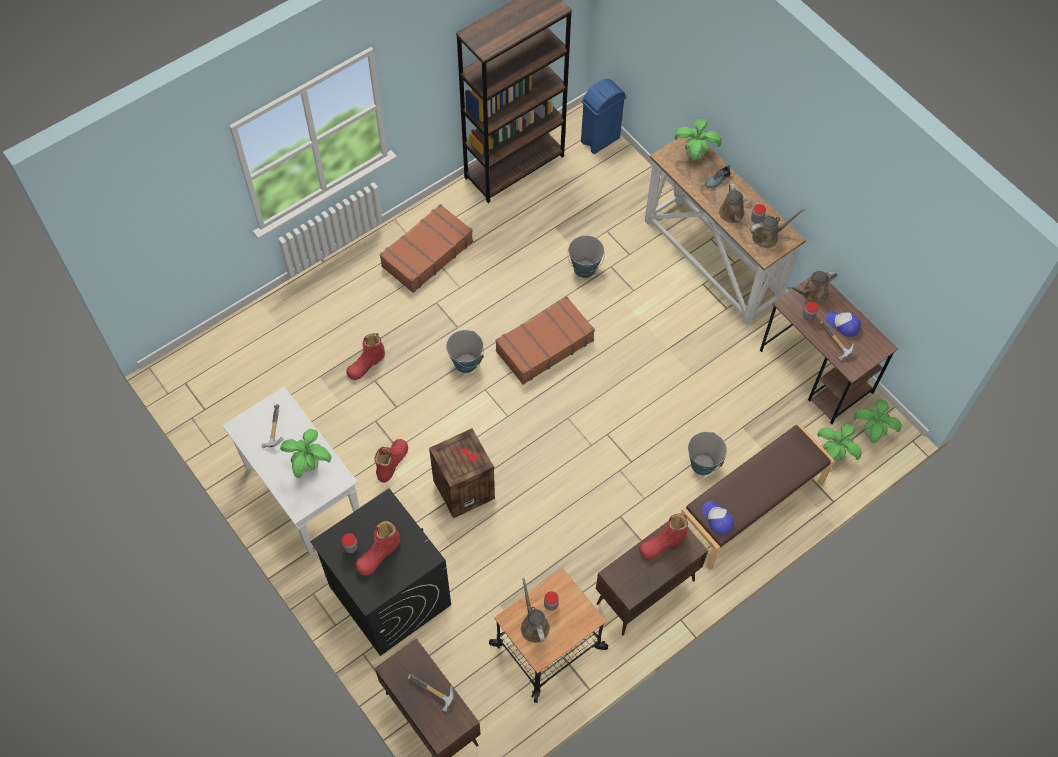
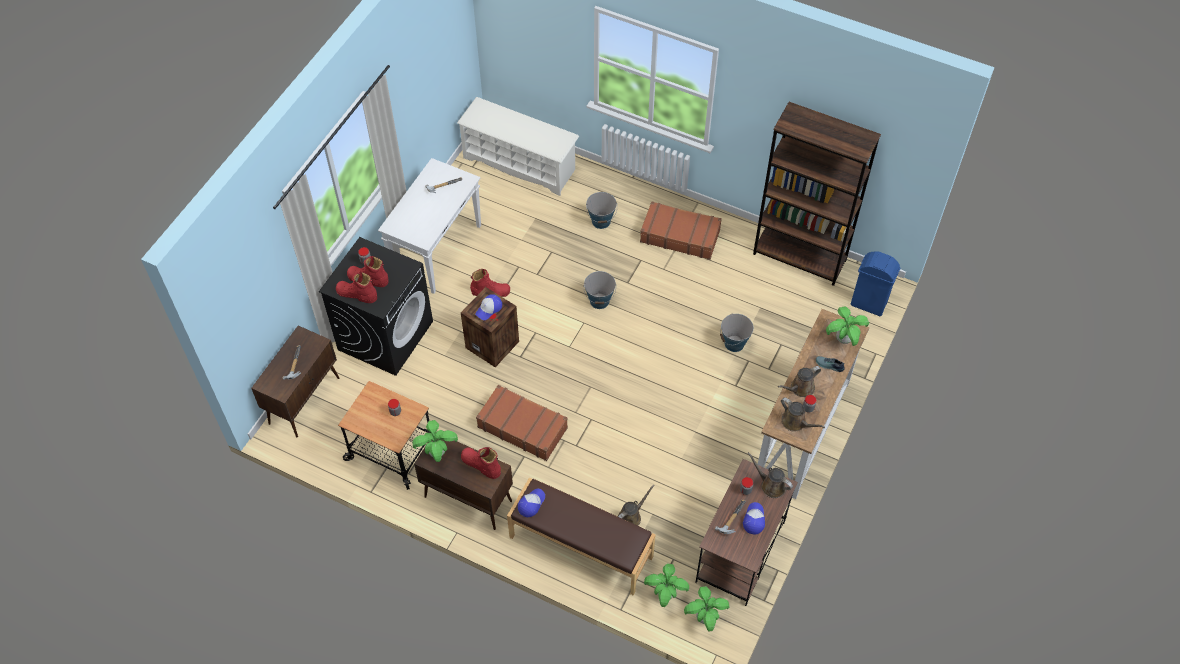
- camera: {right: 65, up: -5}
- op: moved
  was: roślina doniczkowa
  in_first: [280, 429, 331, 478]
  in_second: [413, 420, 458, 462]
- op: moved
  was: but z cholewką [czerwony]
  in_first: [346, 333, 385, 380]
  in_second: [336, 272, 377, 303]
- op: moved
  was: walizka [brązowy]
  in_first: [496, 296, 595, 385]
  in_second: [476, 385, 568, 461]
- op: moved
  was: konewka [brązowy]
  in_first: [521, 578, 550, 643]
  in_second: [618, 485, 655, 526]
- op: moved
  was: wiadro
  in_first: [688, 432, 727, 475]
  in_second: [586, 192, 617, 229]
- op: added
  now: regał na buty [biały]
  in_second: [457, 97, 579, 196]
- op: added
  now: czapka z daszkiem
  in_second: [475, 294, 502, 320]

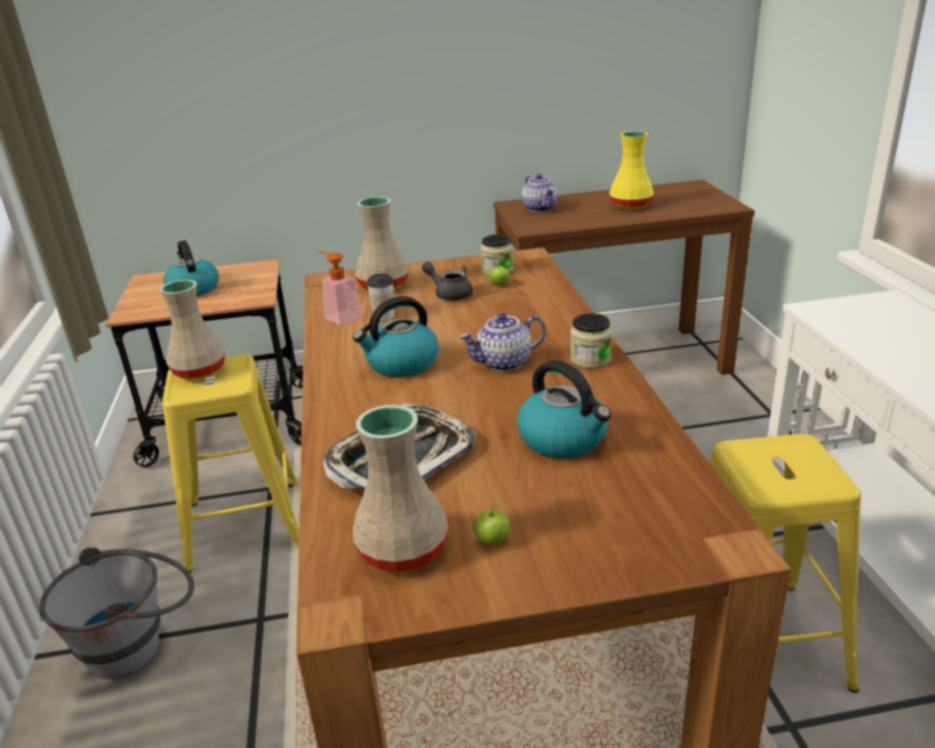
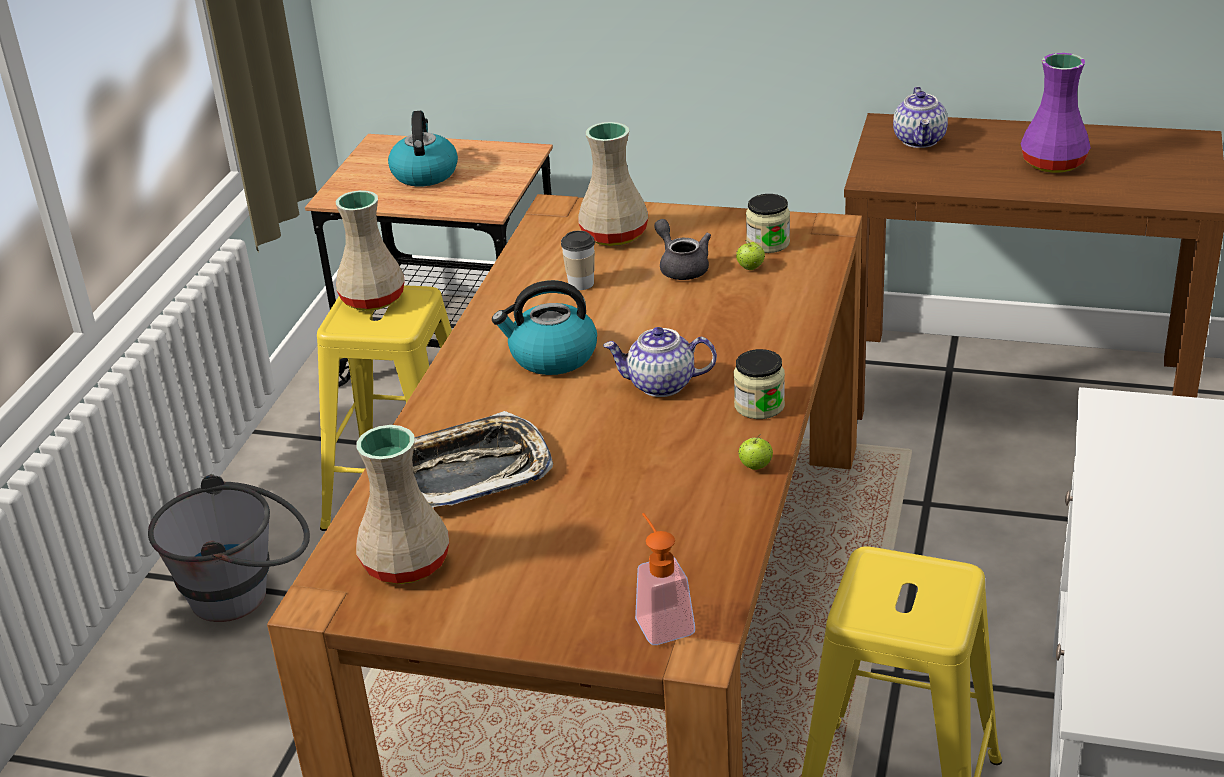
- camera: {right: 25, up: 5}
- op: moved
  was: dozownik mydła
  in_first: [318, 251, 362, 325]
  in_second: [635, 513, 695, 645]
- op: moved
  was: jabłko
  in_first: [473, 506, 510, 545]
  in_second: [738, 434, 773, 470]
- op: removed
  was: czajnik
  in_first: [517, 360, 611, 459]
- op: recoloured
  was: wazon [żółty]
  now: wazon [fioletowy]
  in_first: [609, 131, 654, 209]
  in_second: [1020, 53, 1091, 173]

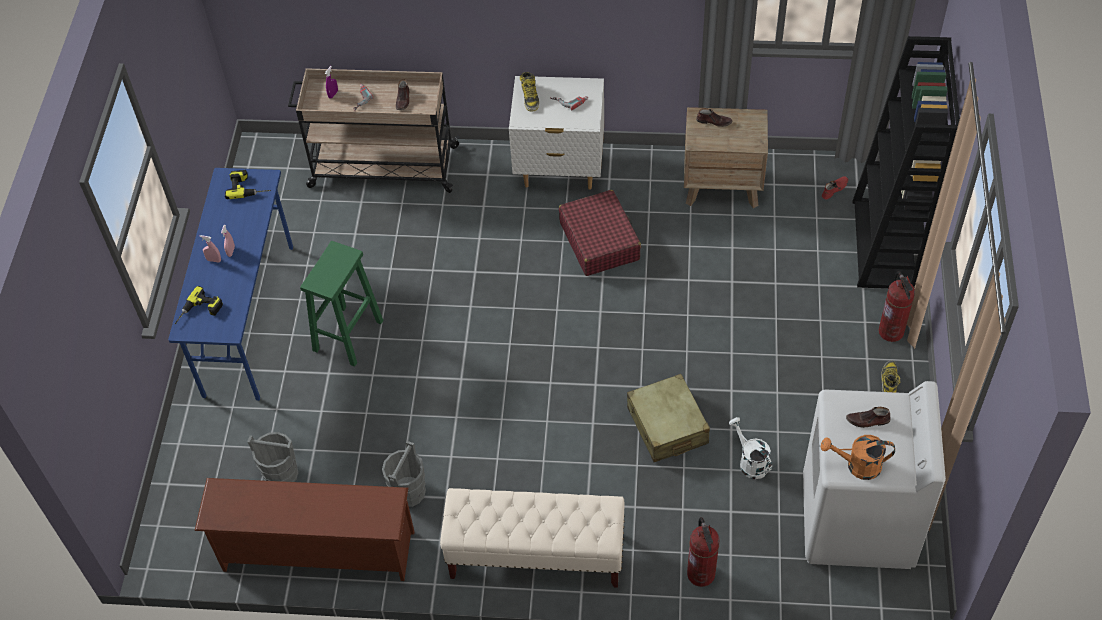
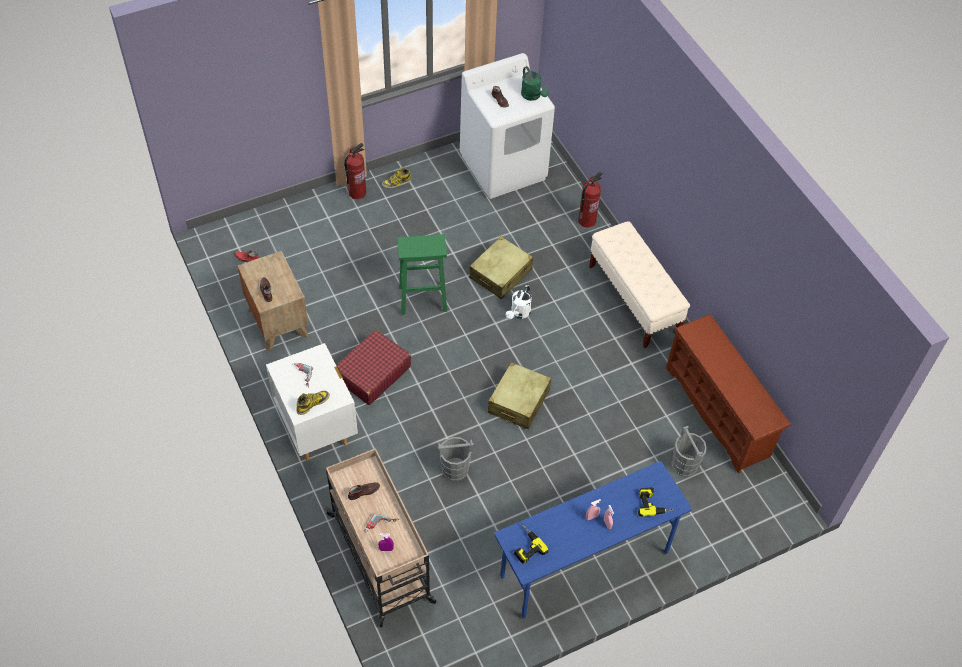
- camera: {right: -125, up: 0}
- op: moved
  was: stołek [zielony]
  in_first: [300, 241, 384, 367]
  in_second: [397, 234, 447, 315]
- op: moved
  was: wiadro [szary]
  in_first: [382, 441, 426, 507]
  in_second: [438, 437, 474, 481]
- op: moved
  was: konewka [biały]
  in_first: [729, 417, 772, 479]
  in_second: [506, 285, 532, 319]
- op: recoloured
  was: konewka [pomarańczowy]
  now: konewka [zielony]
  in_first: [821, 435, 895, 480]
  in_second: [521, 66, 549, 101]
- op: removed
  was: regał [czarny]
  in_first: [852, 36, 960, 289]
- op: added
  now: walizka [beżowy]
  in_second: [488, 362, 551, 429]

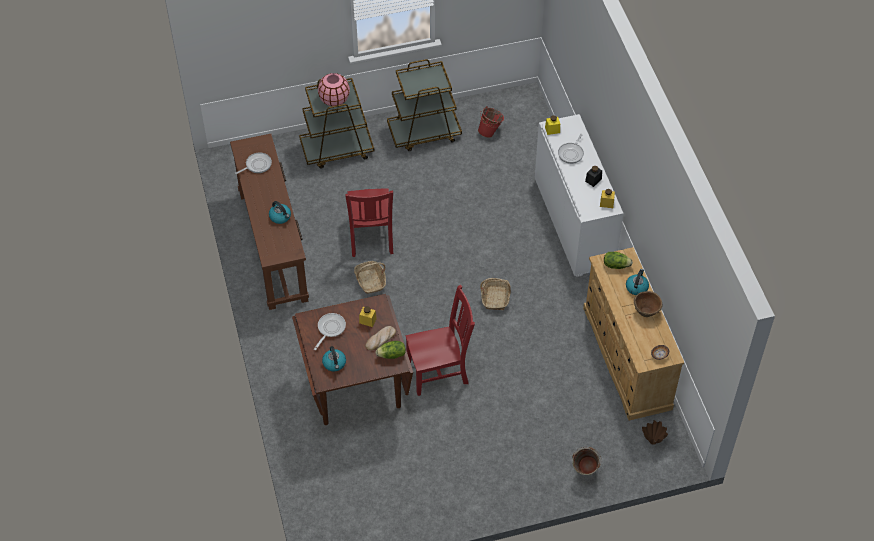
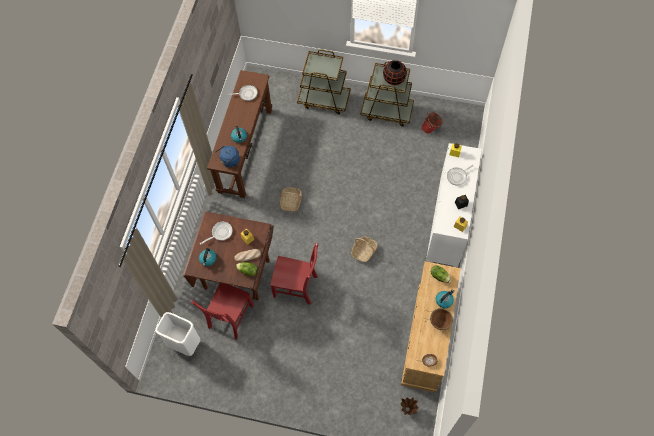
- camera: {right: 30, up: 10}
- op: removed
  was: wazon [różowy]
  in_first: [318, 73, 350, 106]
- op: moved
  was: krzesło [czerwony]
  in_first: [345, 188, 393, 257]
  in_second: [191, 283, 254, 340]
- op: removed
  was: wiadro [zielony]
  in_first: [572, 447, 601, 475]
- op: added
  now: kosz na śmieci [biały]
  in_second: [155, 312, 200, 356]
- op: added
  now: czajnik [niebieski]
  in_second: [215, 146, 240, 167]
- op: added
  now: wazon [czarny]
  in_second: [383, 60, 407, 85]

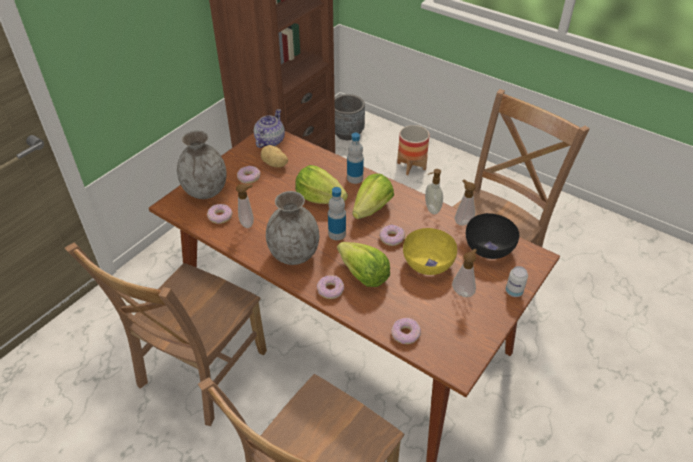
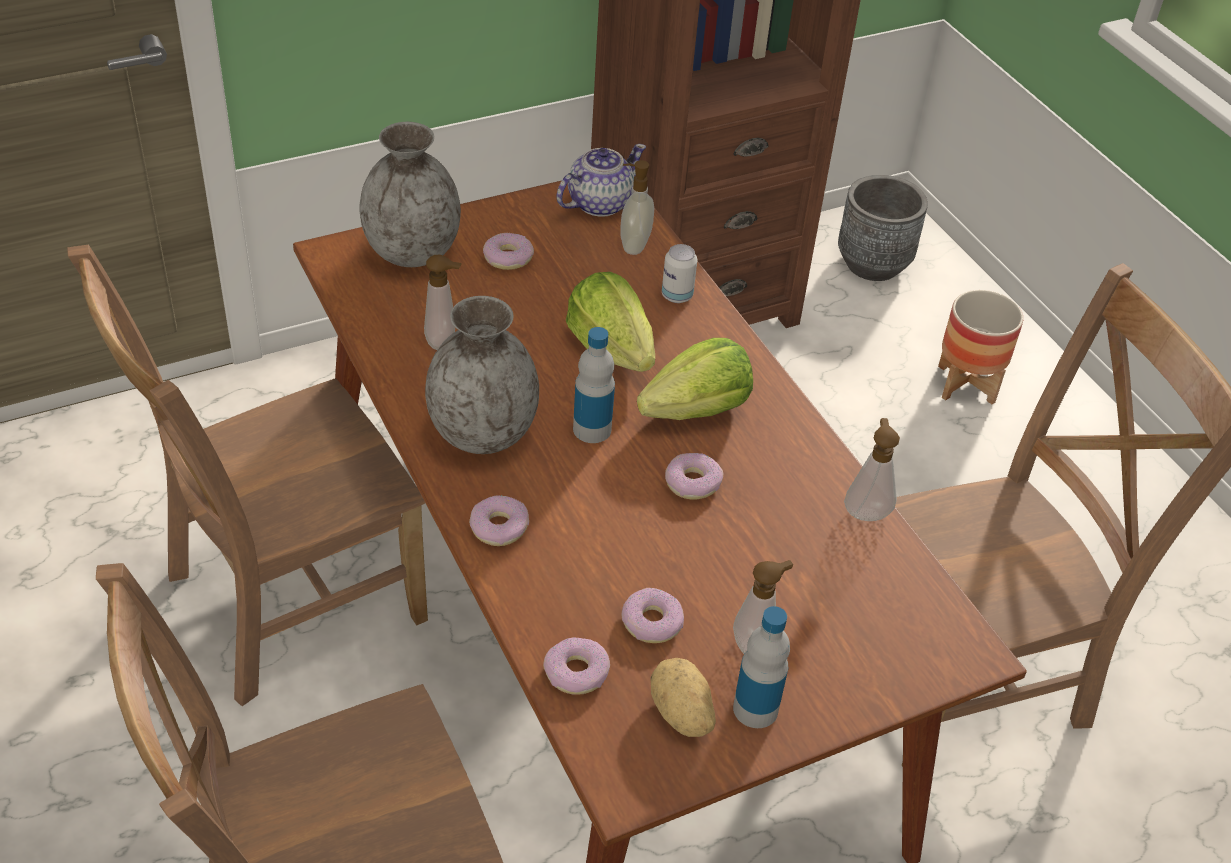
- camera: {right: 25, up: 0}
- op: moved
  was: donut
  in_first: [207, 204, 233, 224]
  in_second: [621, 588, 684, 643]
- op: moved
  was: ziemniak
  in_first: [261, 145, 288, 168]
  in_second: [650, 658, 716, 737]
- op: removed
  was: sałata
  in_first: [337, 242, 390, 287]
- op: moved
  was: butelka
  in_first: [347, 133, 364, 184]
  in_second: [733, 606, 790, 728]
- op: removed
  was: miska [żółty]
  in_first: [403, 228, 457, 275]
- op: moved
  was: dozownik mydła
  in_first: [425, 169, 443, 214]
  in_second: [620, 160, 654, 255]
- op: removed
  was: miska [czarny]
  in_first: [466, 213, 519, 259]
- op: moved
  was: puszka
  in_first: [506, 266, 528, 297]
  in_second: [662, 244, 697, 303]

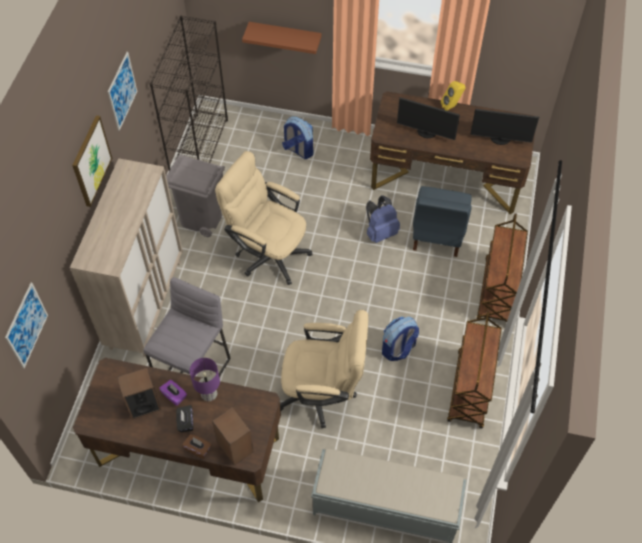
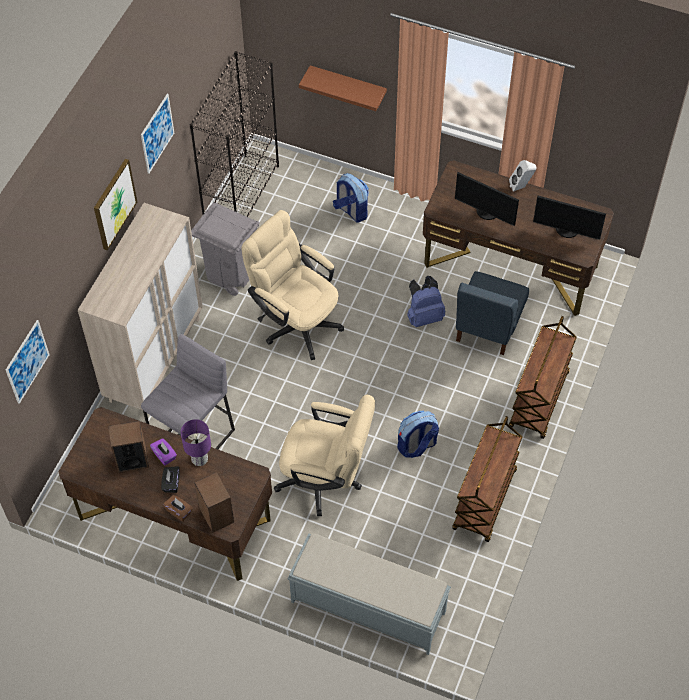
- camera: {right: 10, up: 0}
- op: recoloured
  was: głośnik [żółty]
  now: głośnik [biały]
  in_first: [441, 81, 465, 111]
  in_second: [509, 160, 536, 192]

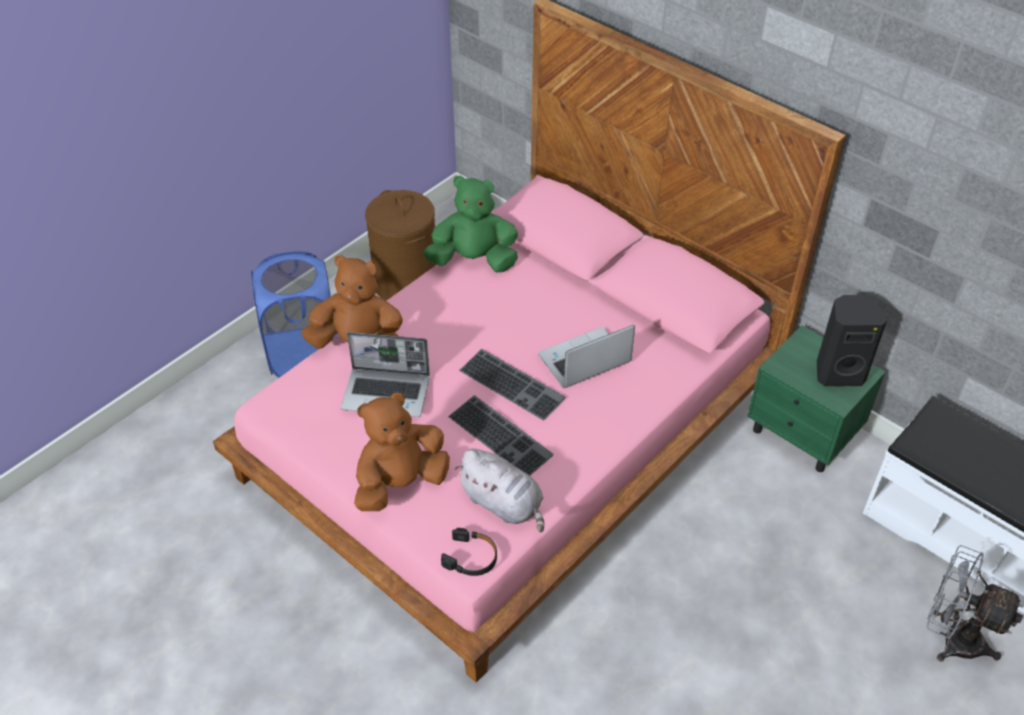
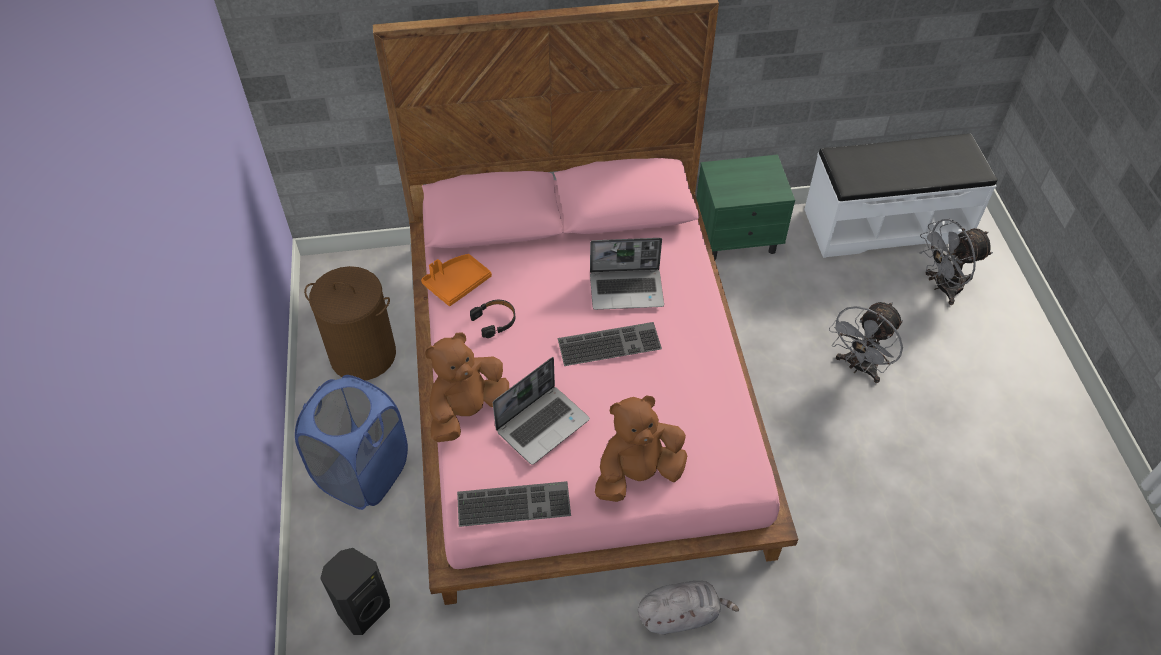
- camera: {right: -50, up: 5}
- op: turned
  was: pluszak [brązowy]
  in_first: [354, 393, 450, 511]
  in_second: [595, 395, 687, 502]
  clockwise: 60
- op: replaced
  was: pluszak [zielony]
  now: taca [pomarańczowy]
  in_first: [424, 175, 518, 273]
  in_second: [421, 254, 492, 306]
- op: moved
  was: słuchawki [czarny]
  in_first: [441, 528, 497, 576]
  in_second: [470, 300, 515, 338]
- op: moved
  was: klawiatura
  in_first: [448, 395, 554, 476]
  in_second: [457, 481, 571, 527]
- op: moved
  was: pluszak [szary]
  in_first: [455, 449, 544, 532]
  in_second: [638, 581, 739, 635]
- op: turned
  was: laptop
  in_first: [538, 325, 635, 388]
  in_second: [590, 238, 664, 310]
  clockwise: -105
- op: moved
  was: głośnik [czarny]
  in_first: [817, 295, 887, 386]
  in_second: [320, 548, 390, 635]
- op: added
  now: wentylator [szary]
  in_second: [829, 302, 903, 383]

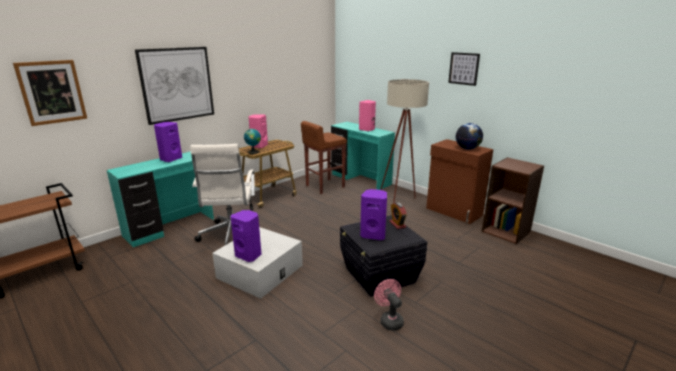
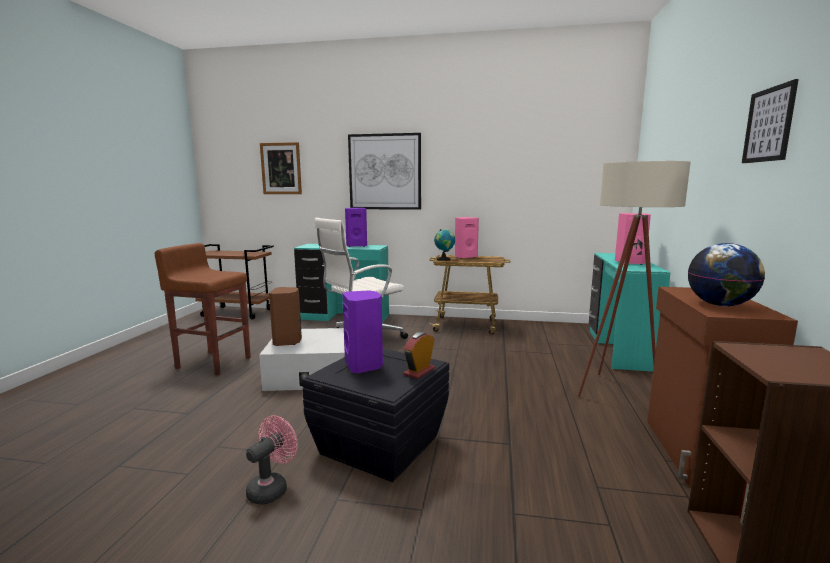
- camera: {right: 55, up: -10}
- op: recoloured
  was: głośnik [fioletowy]
  now: głośnik [brązowy]
  in_first: [231, 210, 262, 262]
  in_second: [269, 287, 302, 346]
- op: moved
  was: stołek [brązowy]
  in_first: [301, 121, 347, 194]
  in_second: [155, 243, 251, 376]

